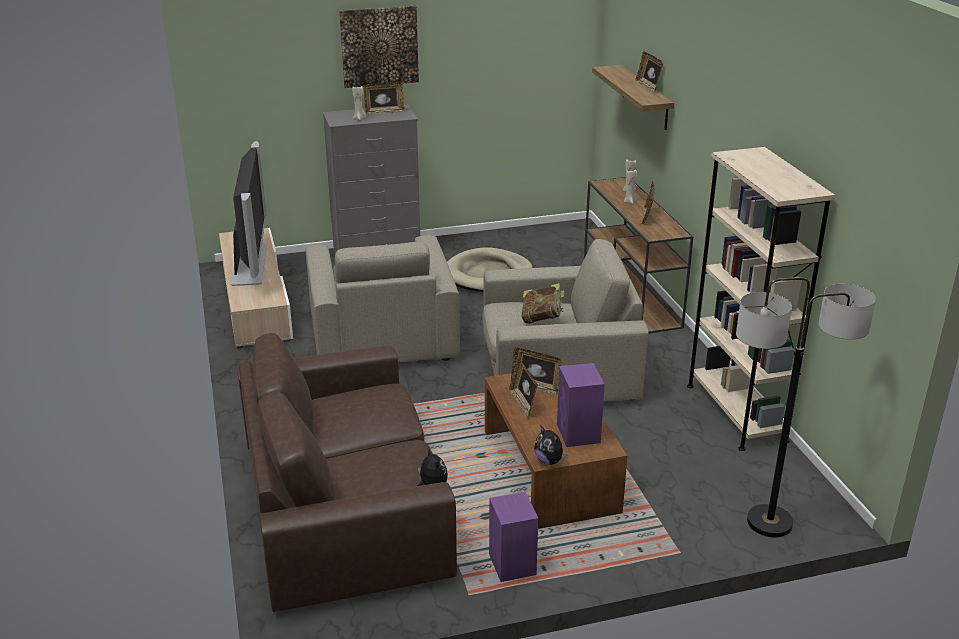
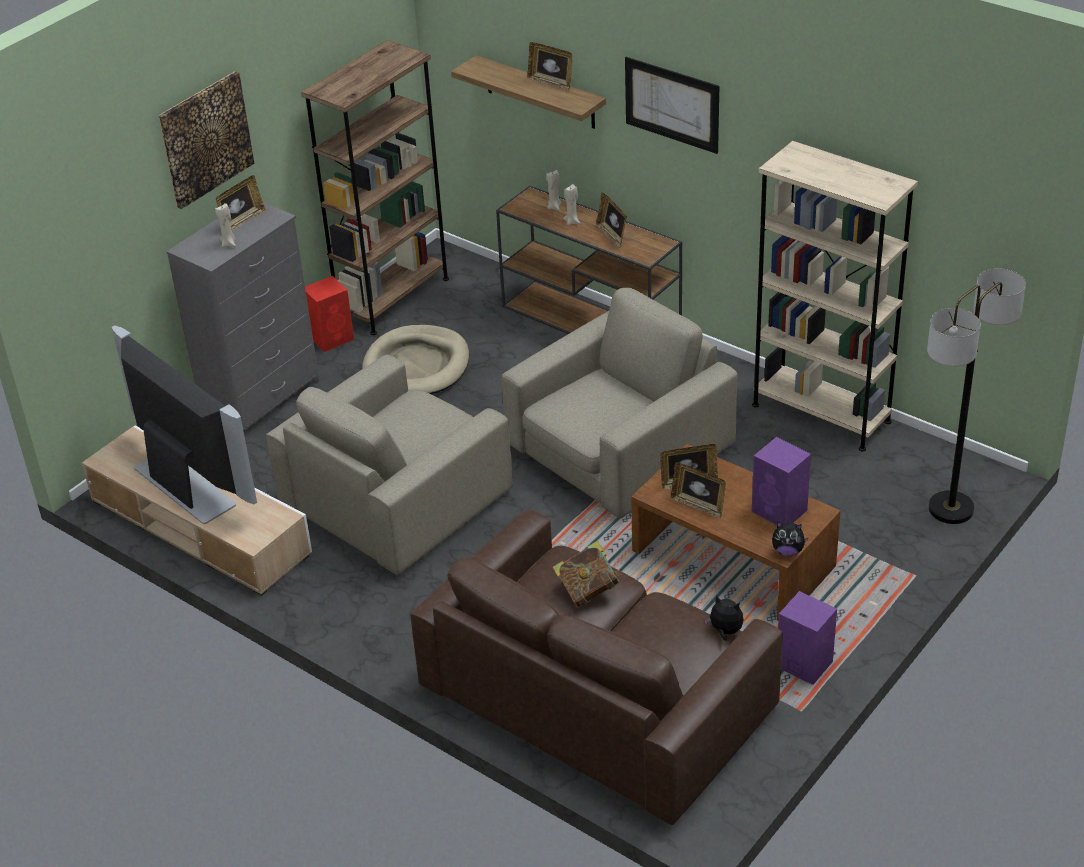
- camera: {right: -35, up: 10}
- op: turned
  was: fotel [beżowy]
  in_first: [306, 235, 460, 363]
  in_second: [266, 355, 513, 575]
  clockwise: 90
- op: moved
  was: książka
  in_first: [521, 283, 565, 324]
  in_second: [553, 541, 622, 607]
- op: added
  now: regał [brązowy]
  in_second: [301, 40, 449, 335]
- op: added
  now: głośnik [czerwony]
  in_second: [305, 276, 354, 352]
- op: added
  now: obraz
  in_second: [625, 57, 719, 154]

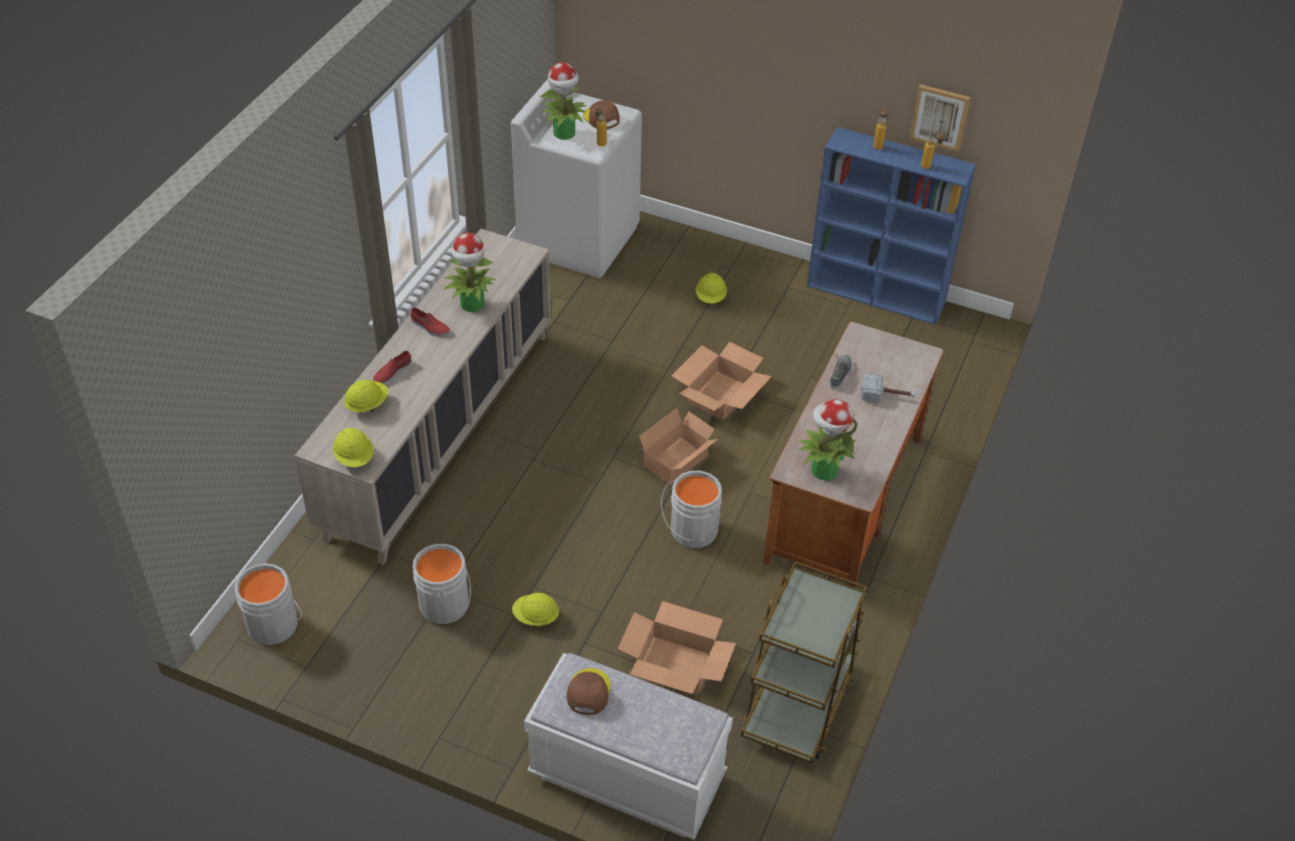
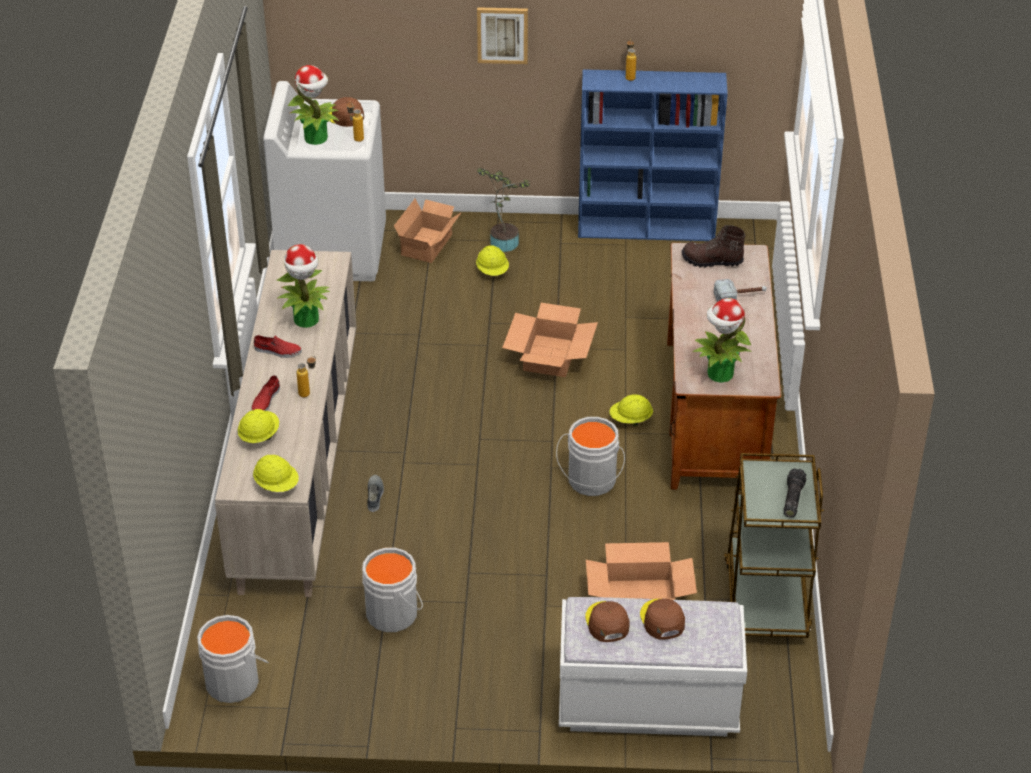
- camera: {right: -20, up: -5}
- op: moved
  was: kask [żółty]
  in_first: [512, 593, 559, 628]
  in_second: [609, 394, 653, 426]
- op: moved
  was: karton
  in_first: [639, 408, 718, 485]
  in_second: [394, 198, 462, 263]
- op: moved
  was: but [szary]
  in_first: [829, 355, 852, 390]
  in_second: [367, 475, 384, 512]
- op: moved
  was: obraz
  in_first: [909, 84, 970, 152]
  in_second: [477, 7, 528, 64]
- op: moved
  was: butelka
  in_first: [921, 134, 945, 169]
  in_second: [296, 356, 316, 397]
- op: added
  now: roślina doniczkowa
  in_second: [477, 168, 530, 252]
- op: added
  now: czapka z daszkiem [brązowy]
  in_second: [640, 599, 685, 640]
- op: added
  now: but z cholewką [brązowy]
  in_second: [681, 225, 745, 268]
- op: added
  now: latarka
  in_second: [784, 468, 806, 517]

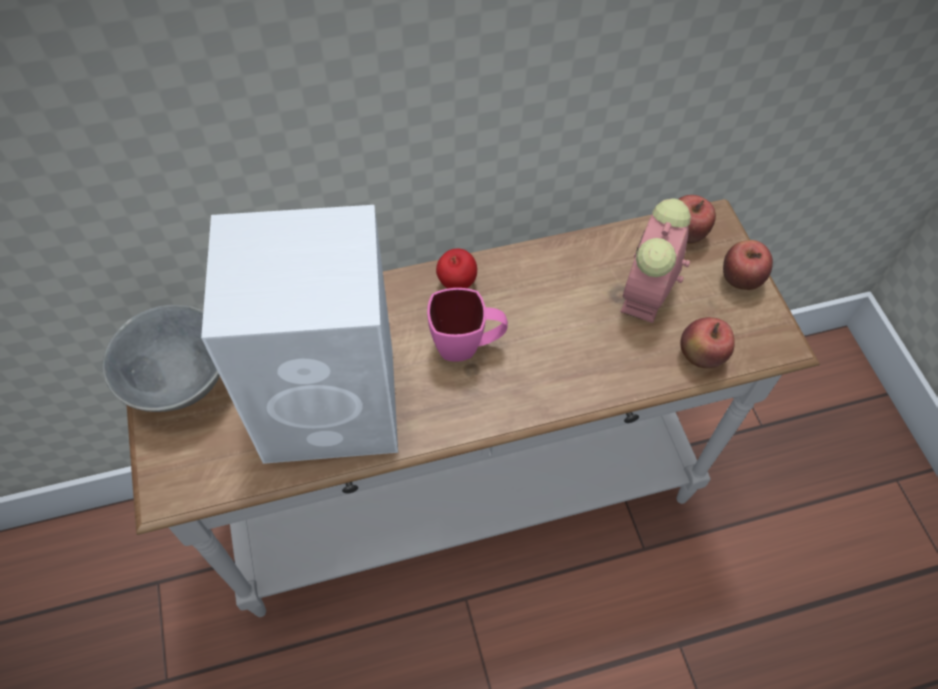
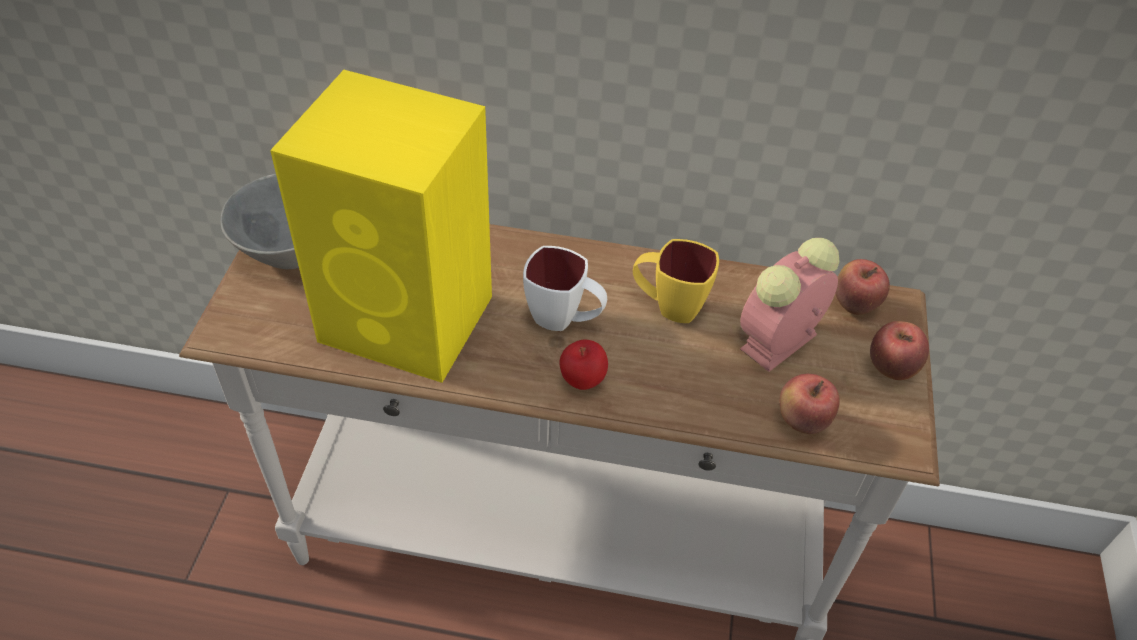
- camera: {right: 25, up: -10}
- op: recoloured
  was: głośnik [biały]
  now: głośnik [żółty]
  in_first: [201, 205, 398, 464]
  in_second: [270, 70, 492, 383]
- op: recoloured
  was: kubek [różowy]
  now: kubek [biały]
  in_first: [427, 288, 508, 362]
  in_second: [523, 246, 607, 331]
- op: moved
  was: jabłko
  in_first: [436, 249, 477, 288]
  in_second: [560, 340, 608, 390]
- op: added
  now: kubek [żółty]
  in_second: [633, 239, 719, 323]

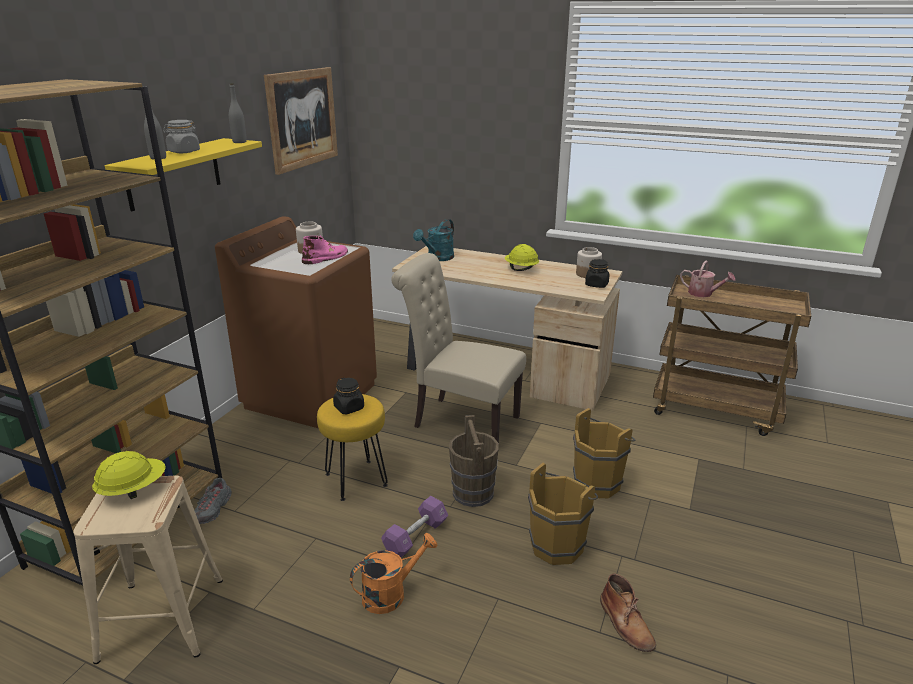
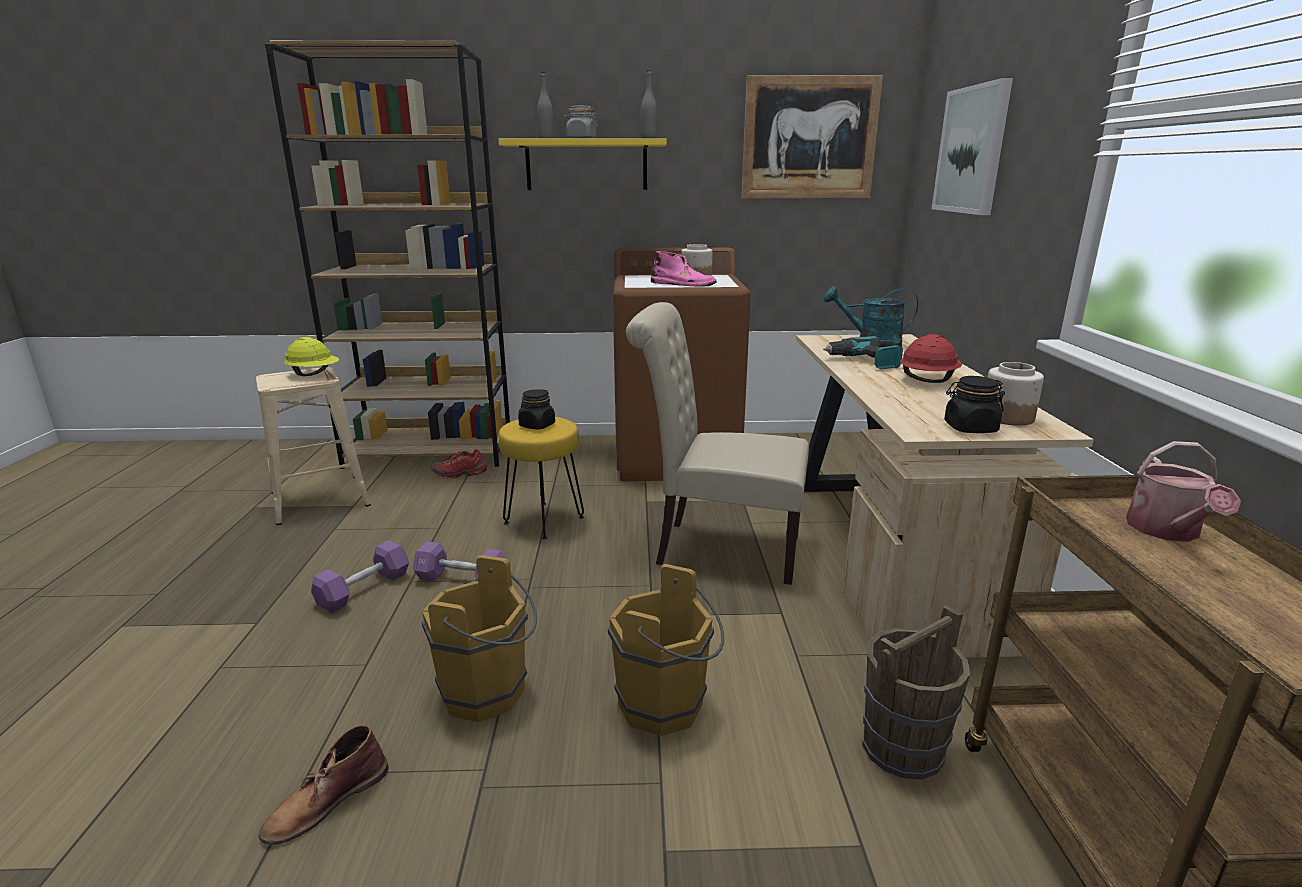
- camera: {right: 65, up: -5}
- op: recoloured
  was: but [szary]
  now: but [czerwony]
  in_first: [194, 478, 232, 524]
  in_second: [431, 449, 488, 479]
- op: replaced
  was: konewka [pomarańczowy]
  now: hantel [fioletowy]
  in_first: [350, 533, 438, 614]
  in_second: [311, 540, 409, 613]
- op: turned
  was: krzesło [beżowy]
  in_first: [391, 253, 526, 443]
  in_second: [626, 302, 809, 585]
  clockwise: -75
- op: moved
  was: wiadro [brązowy]
  in_first: [449, 415, 499, 507]
  in_second: [862, 605, 970, 780]
- op: recoloured
  was: kask [żółty]
  now: kask [czerwony]
  in_first: [505, 244, 539, 271]
  in_second: [900, 334, 962, 383]
- op: added
  now: wiertarka
  in_second: [823, 336, 903, 369]
- op: added
  now: obraz
  in_second: [932, 78, 1013, 215]

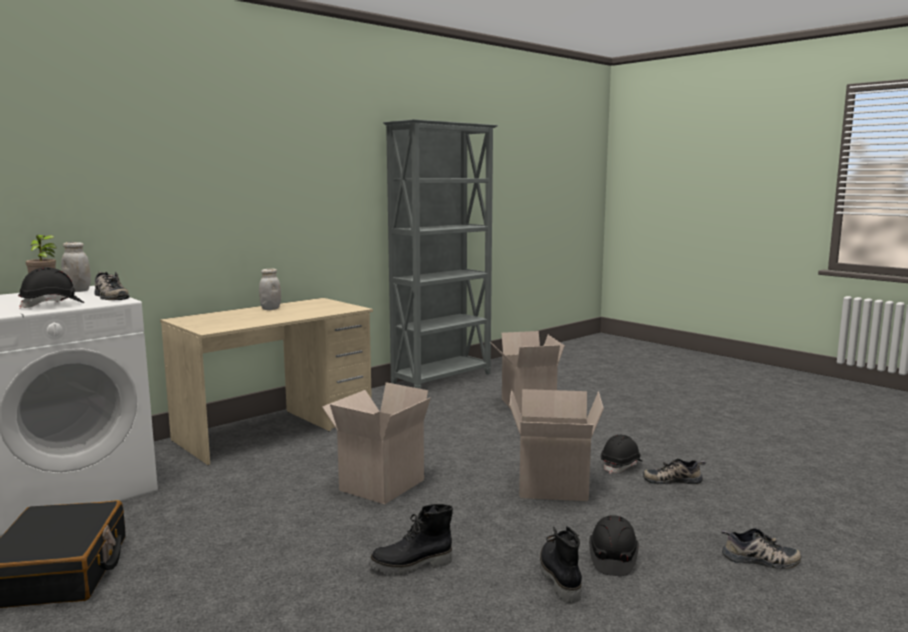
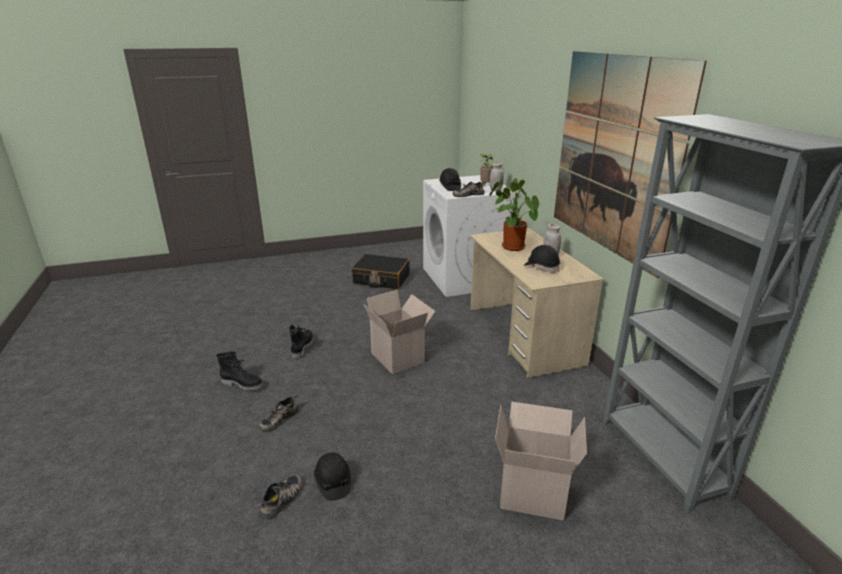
- camera: {right: 115, up: 15}
- op: removed
  was: karton
  in_first: [509, 389, 604, 501]
- op: moved
  was: kask [czarny]
  in_first: [589, 515, 639, 576]
  in_second: [524, 245, 560, 273]
- op: moved
  was: but
  in_first: [721, 528, 802, 569]
  in_second: [259, 394, 299, 432]
- op: added
  now: roślina doniczkowa
  in_second: [489, 178, 541, 251]
- op: added
  now: obraz
  in_second: [554, 51, 707, 278]

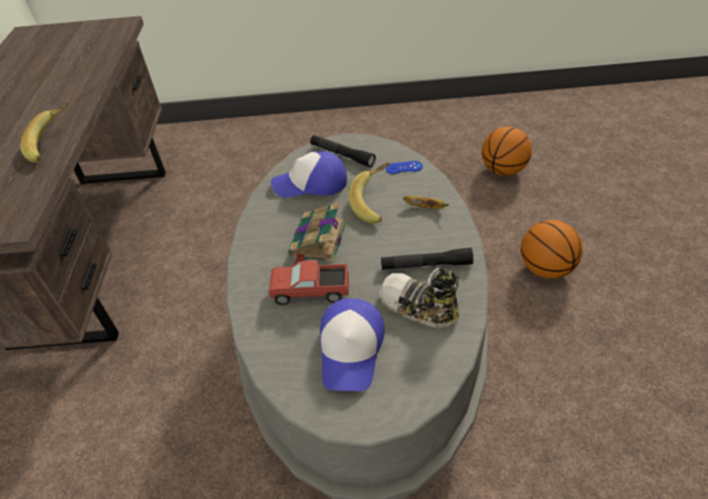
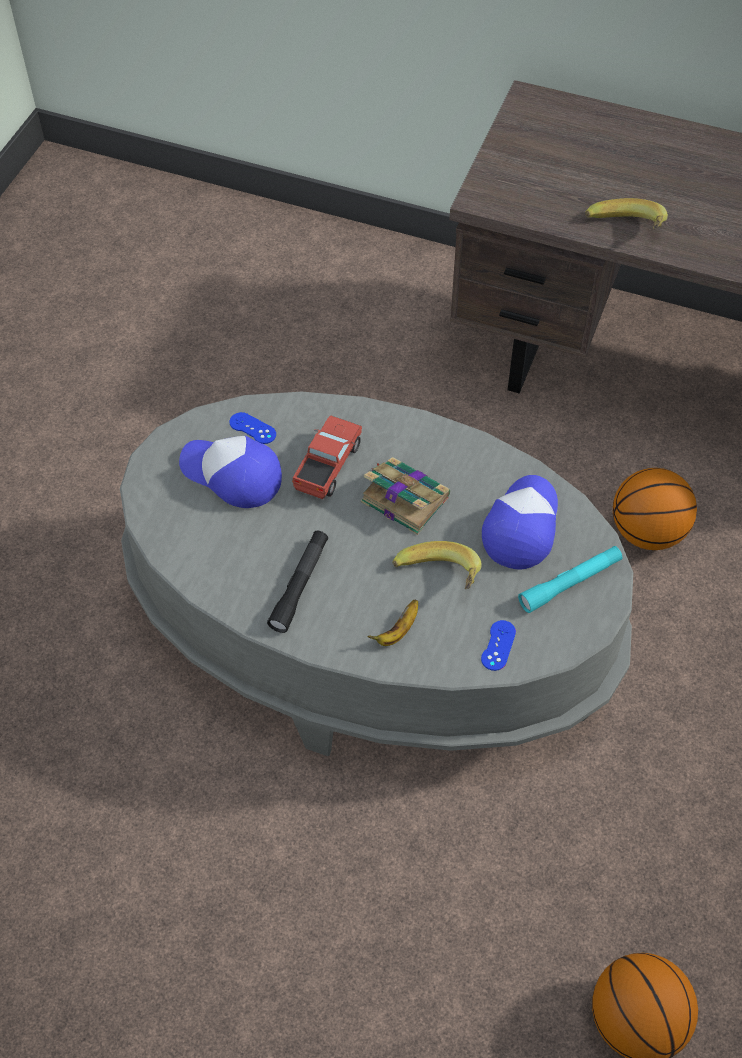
- camera: {right: 110, up: 10}
- op: recoloured
  was: latarka [czarny]
  now: latarka [turkusowy]
  in_first: [310, 135, 376, 167]
  in_second: [518, 546, 622, 613]
- op: removed
  was: but
  in_first: [379, 268, 459, 329]
- op: moved
  was: piłka do koszykówki
  in_first: [521, 220, 583, 279]
  in_second: [613, 468, 697, 550]
- op: added
  now: pad do gier [niebieski]
  in_second: [229, 412, 276, 444]

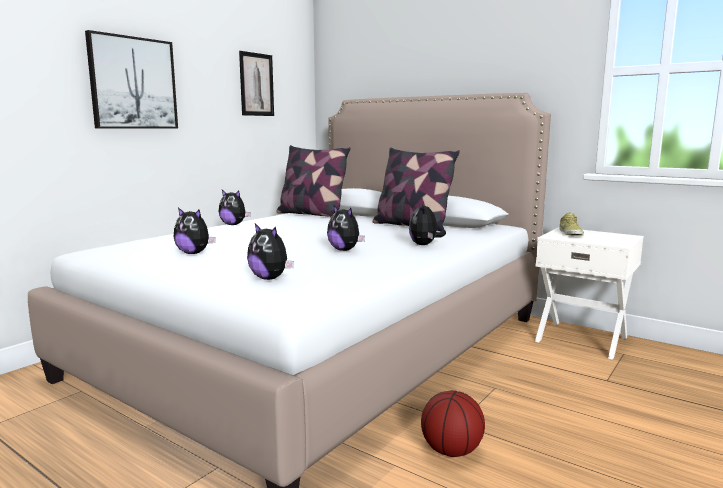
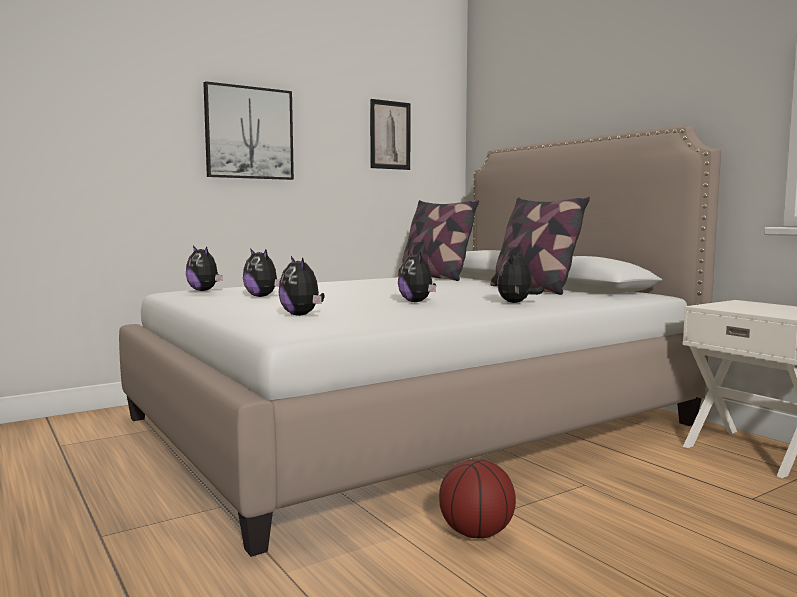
- camera: {right: 20, up: -5}
- op: moved
  was: pluszak
  in_first: [219, 190, 251, 225]
  in_second: [186, 246, 222, 291]
- op: removed
  was: but [beżowy]
  in_first: [560, 213, 584, 236]

